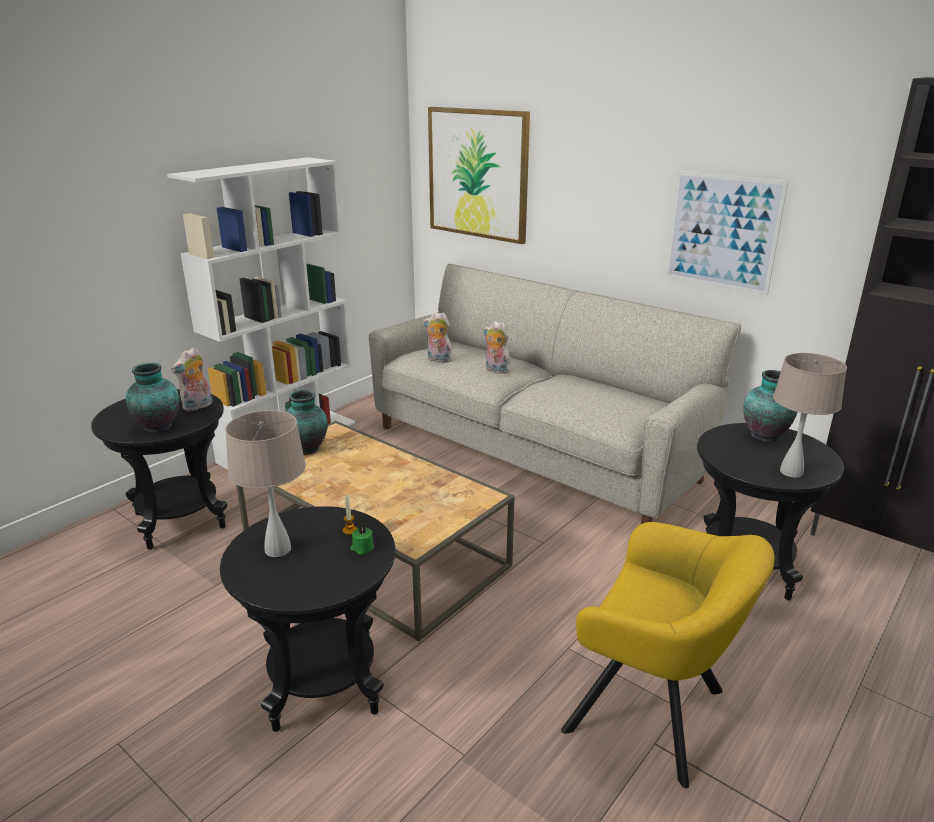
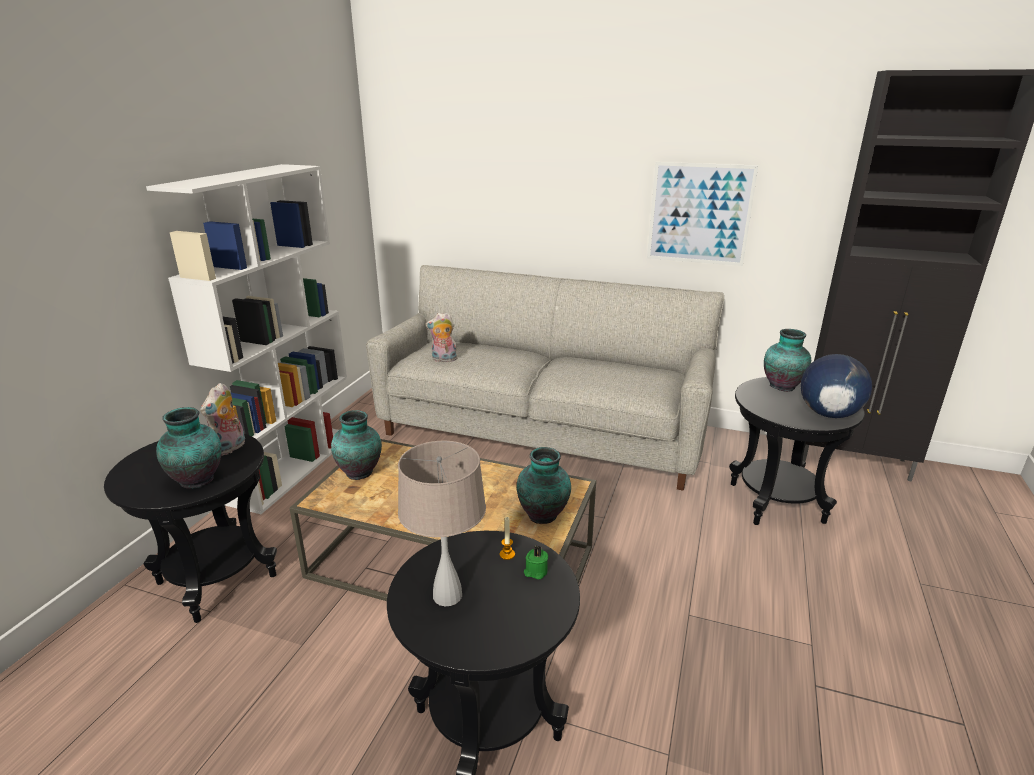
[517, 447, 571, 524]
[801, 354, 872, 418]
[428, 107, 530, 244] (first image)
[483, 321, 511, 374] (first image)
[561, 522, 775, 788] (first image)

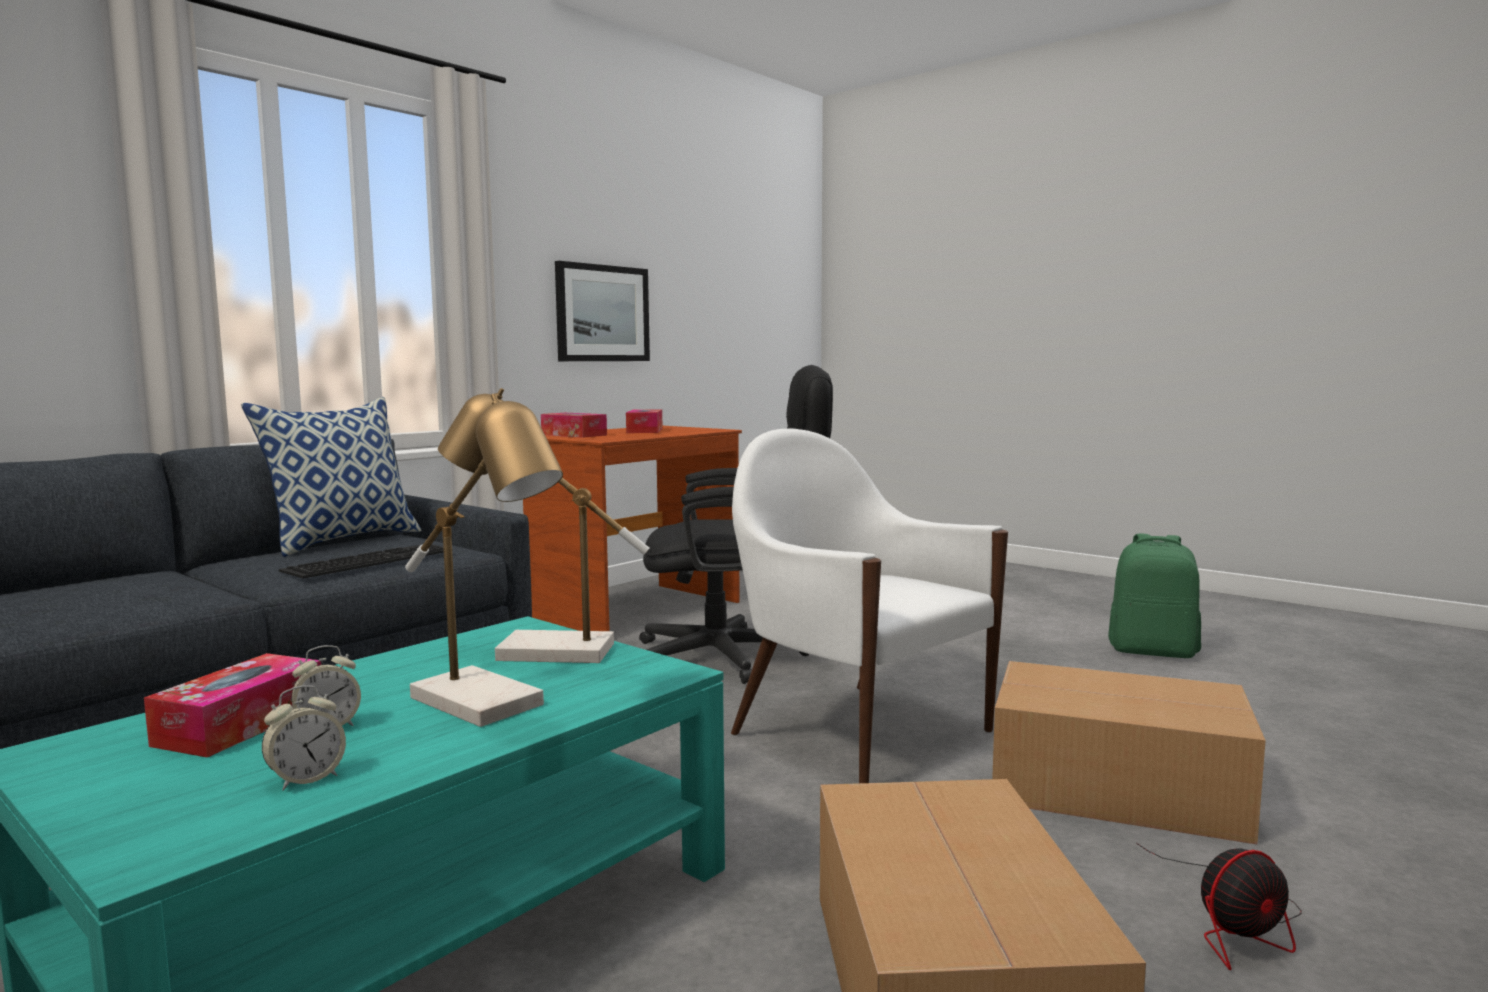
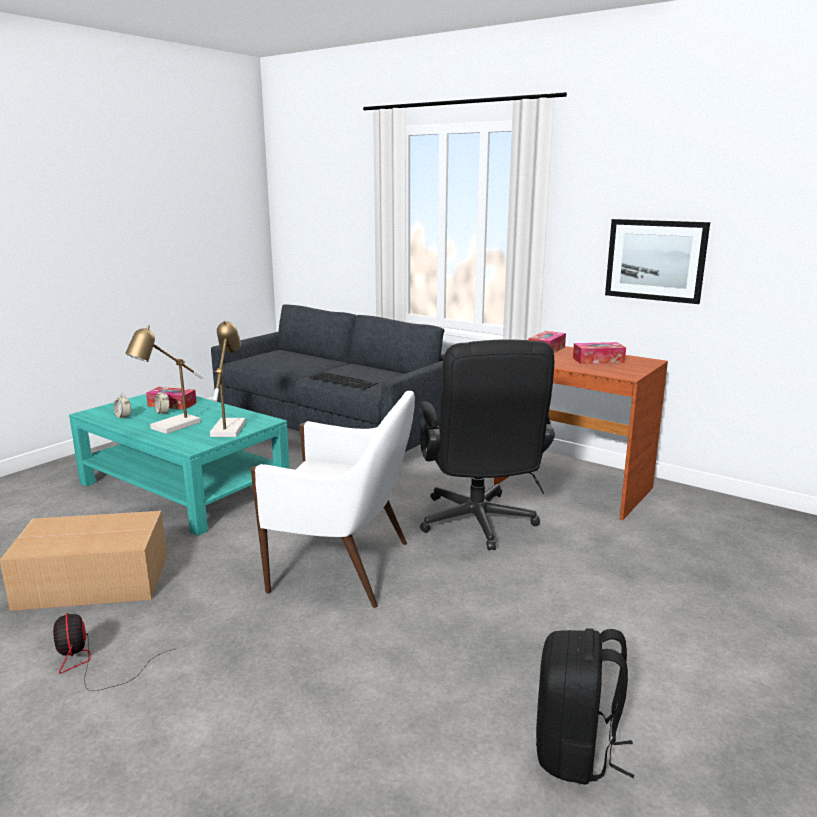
[251, 391, 415, 608]
[536, 628, 634, 785]
[241, 397, 421, 557] (first image)
[992, 661, 1266, 844] (first image)

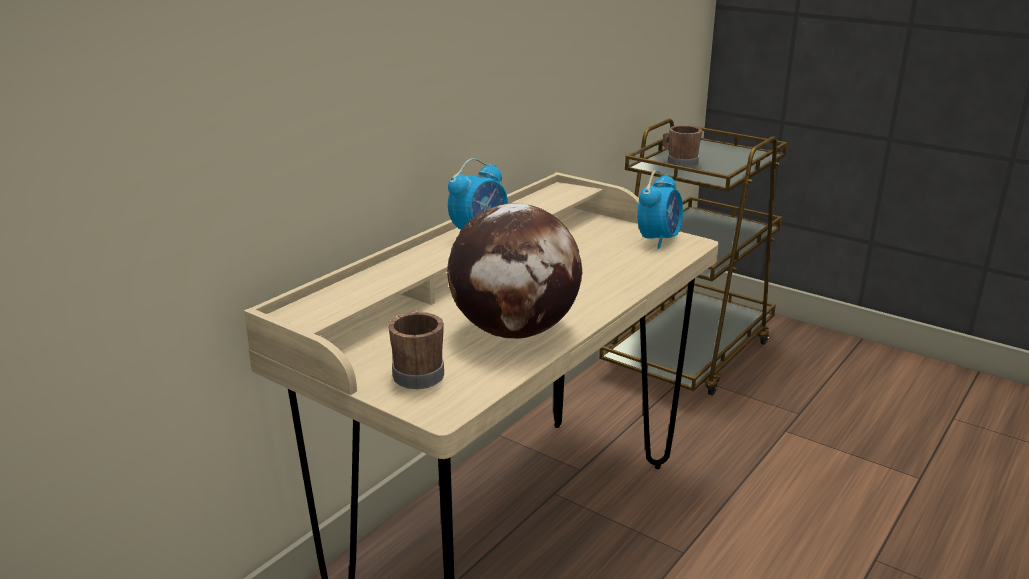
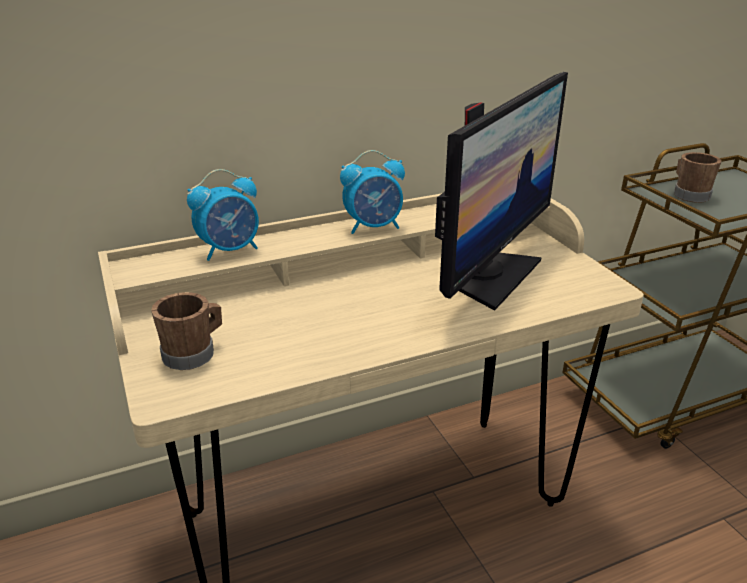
[187, 169, 259, 261]
[435, 72, 568, 311]
[447, 203, 582, 339] (first image)

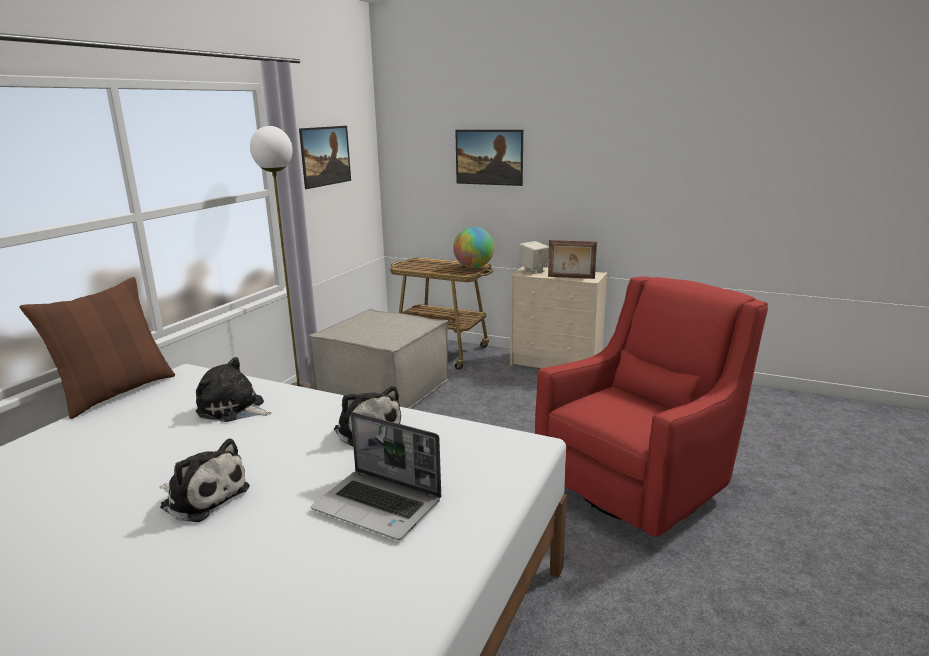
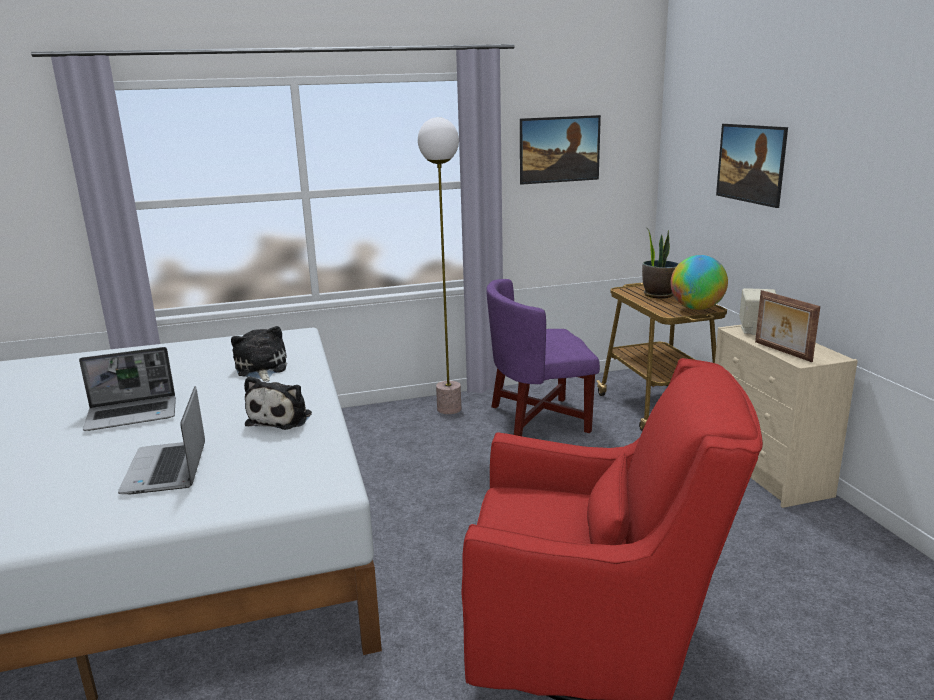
[79, 347, 176, 431]
[486, 279, 600, 436]
[642, 227, 678, 299]
[19, 277, 175, 419] (first image)

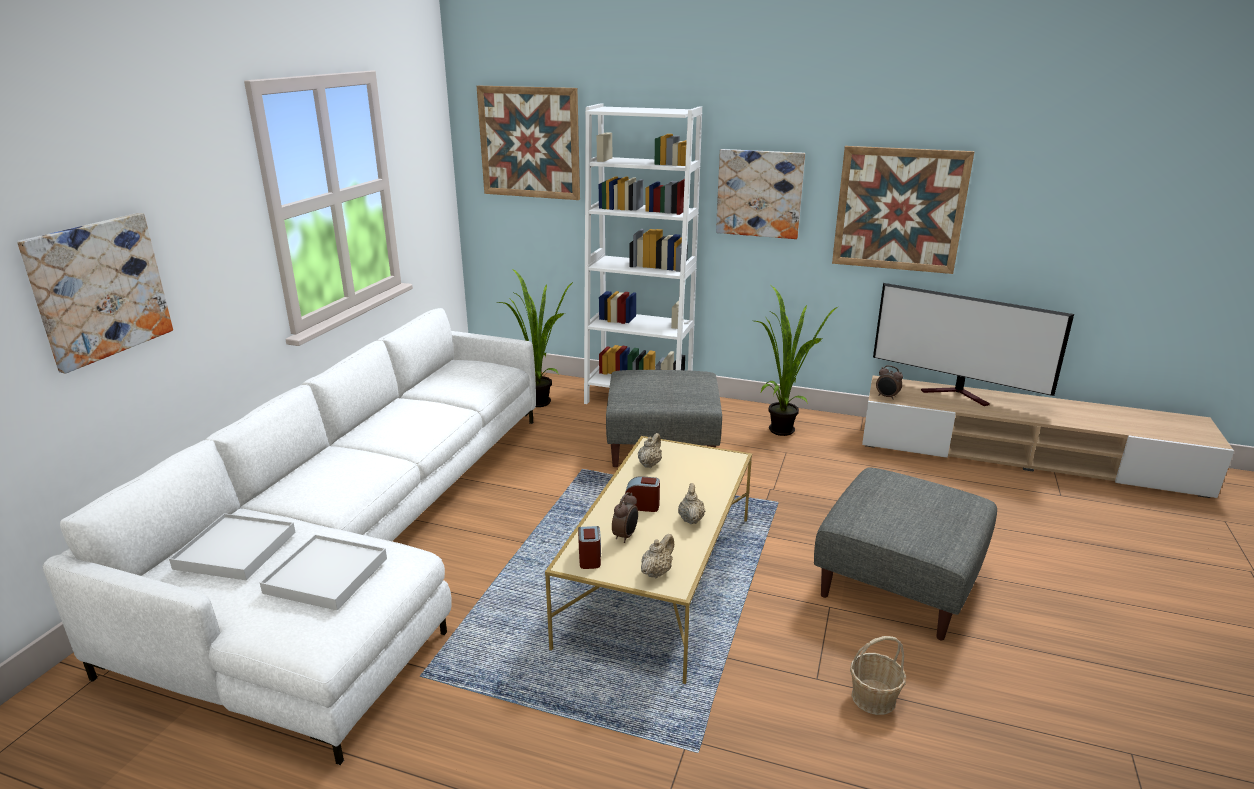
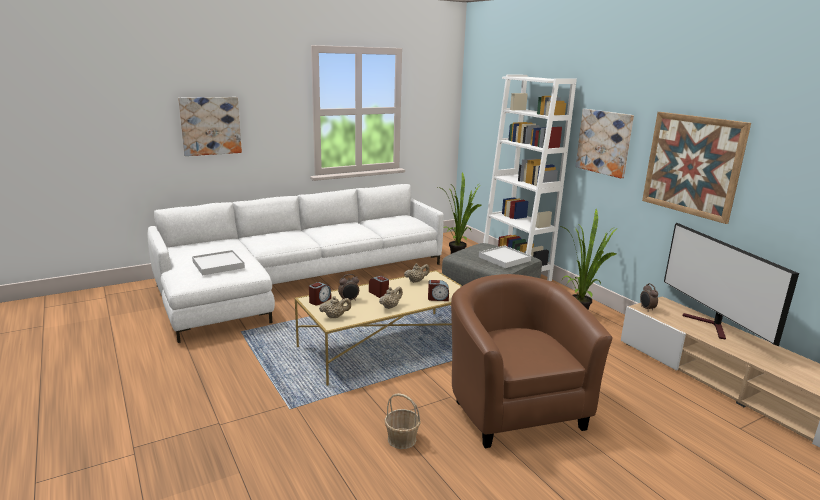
[428, 280, 449, 301]
[451, 274, 612, 448]
[479, 245, 531, 268]
[477, 86, 580, 200] (first image)

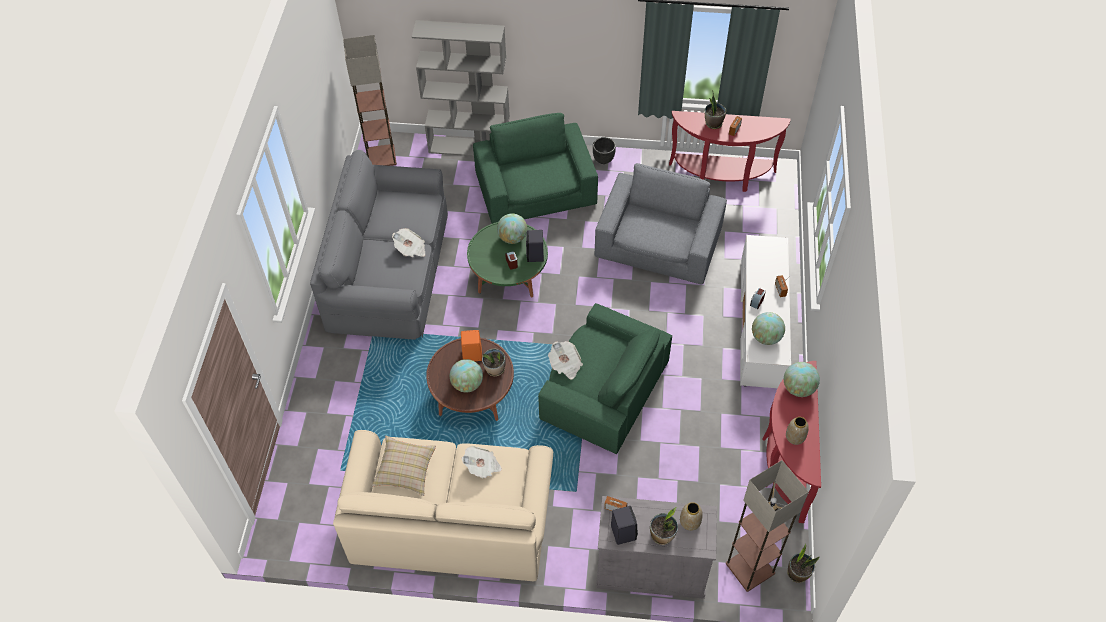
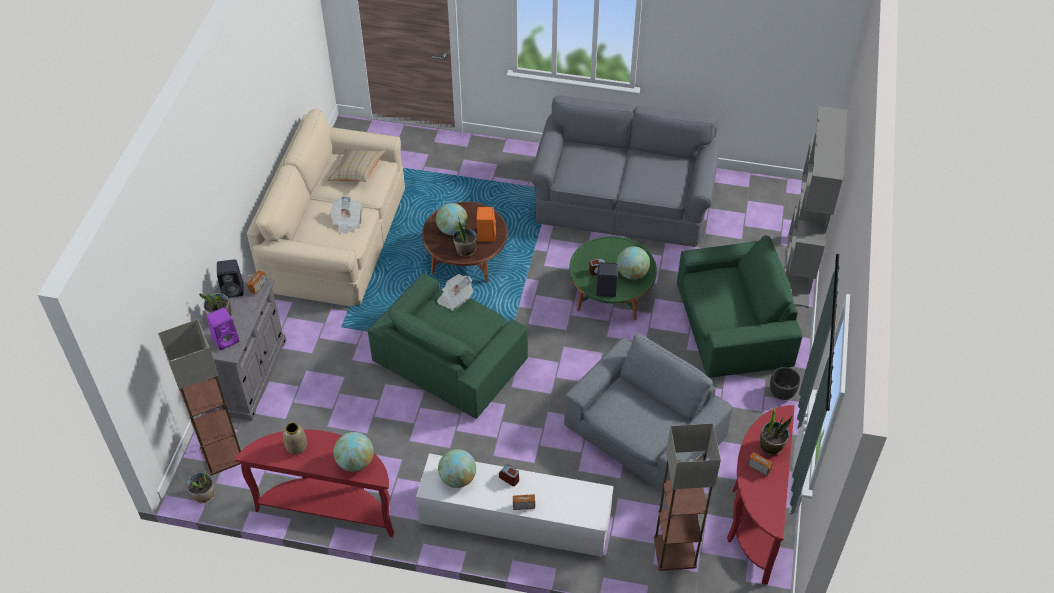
[206, 307, 240, 350]
[564, 333, 733, 493]
[654, 423, 721, 571]
[392, 228, 425, 257] (first image)

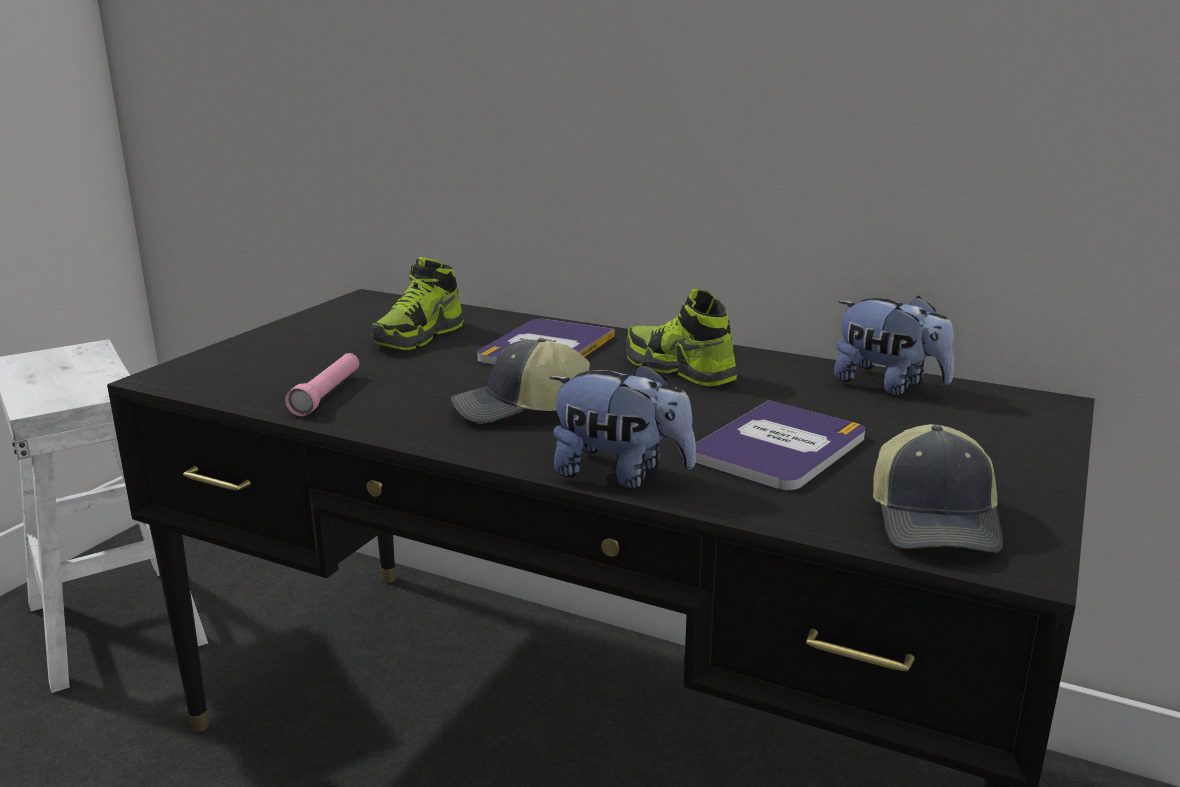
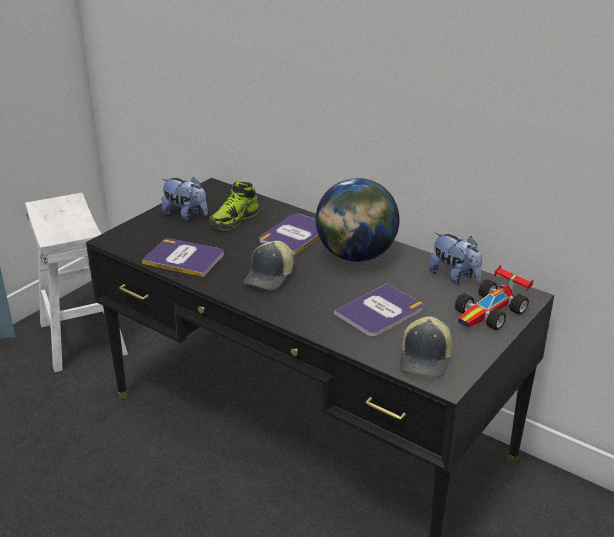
[142, 238, 224, 277]
[161, 176, 208, 221]
[243, 241, 294, 290]
[316, 178, 400, 262]
[455, 265, 533, 330]

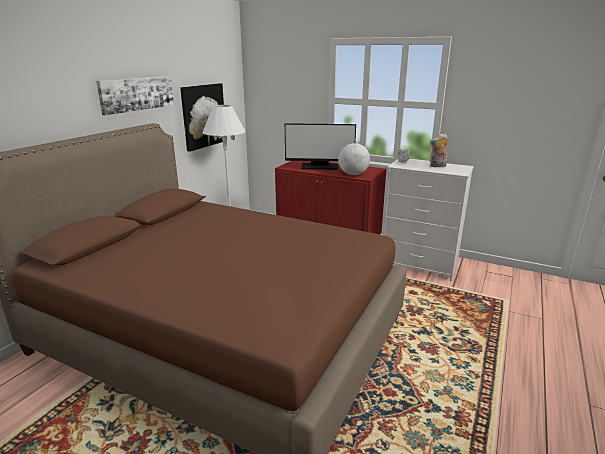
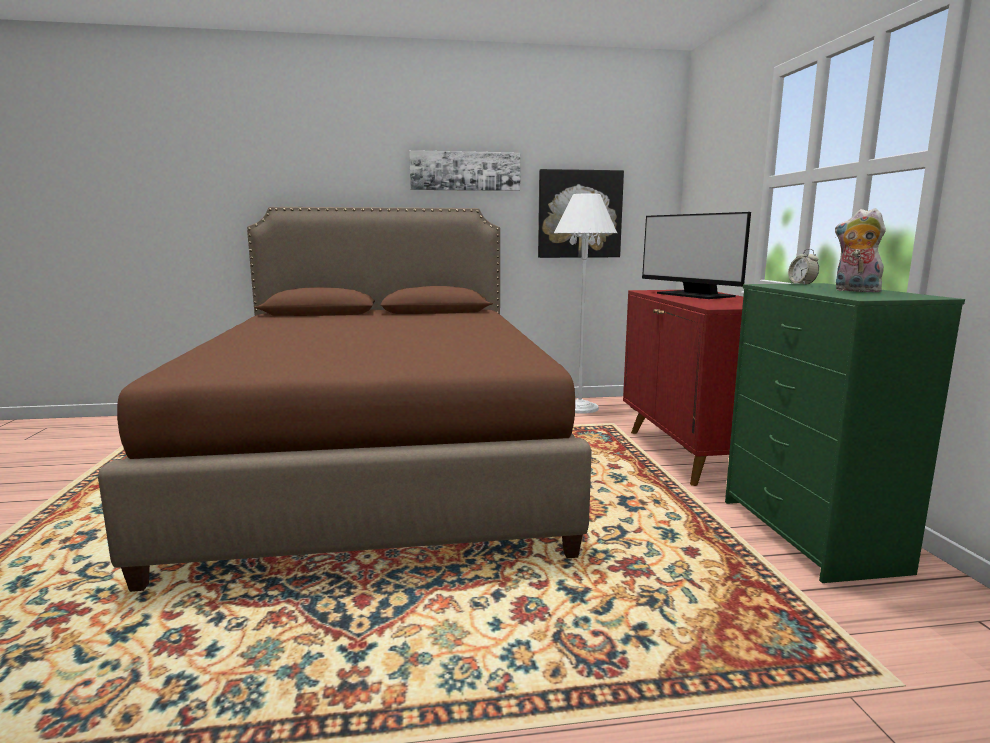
[725, 283, 965, 583]
[338, 143, 370, 175] (first image)

